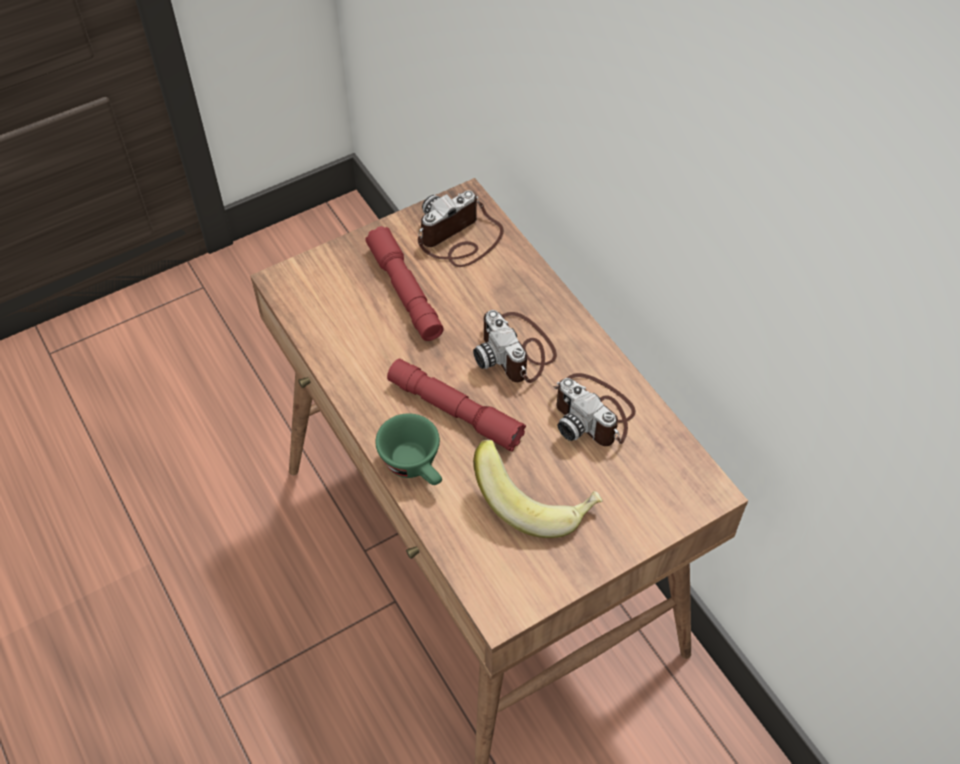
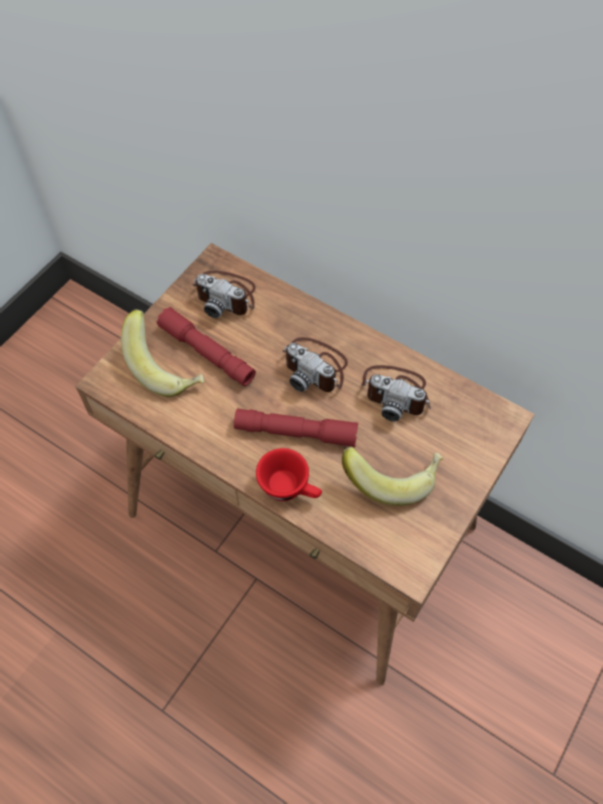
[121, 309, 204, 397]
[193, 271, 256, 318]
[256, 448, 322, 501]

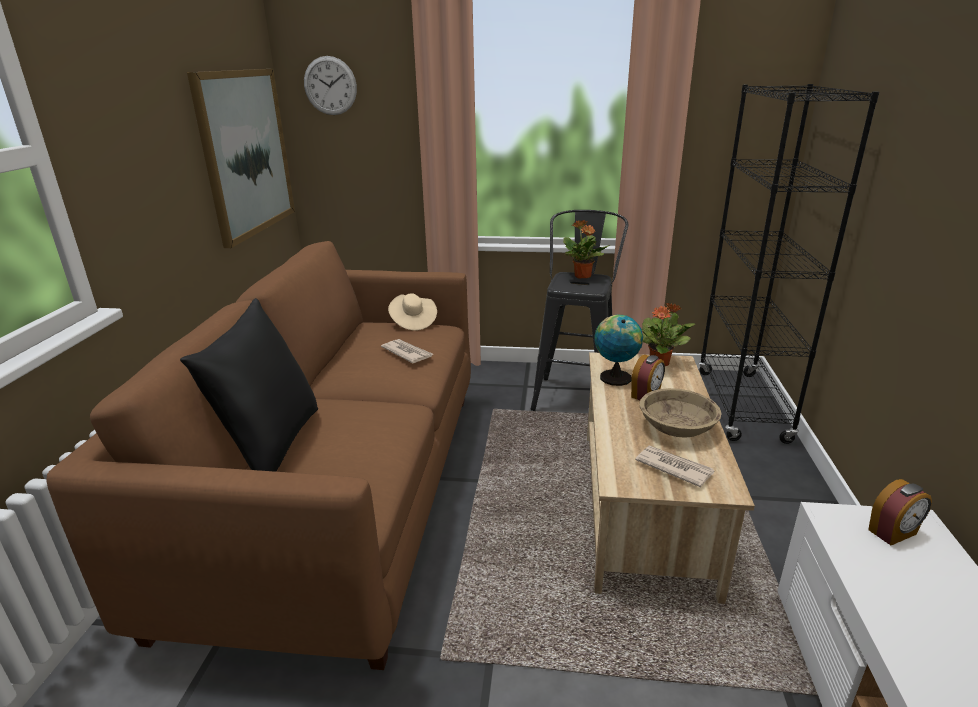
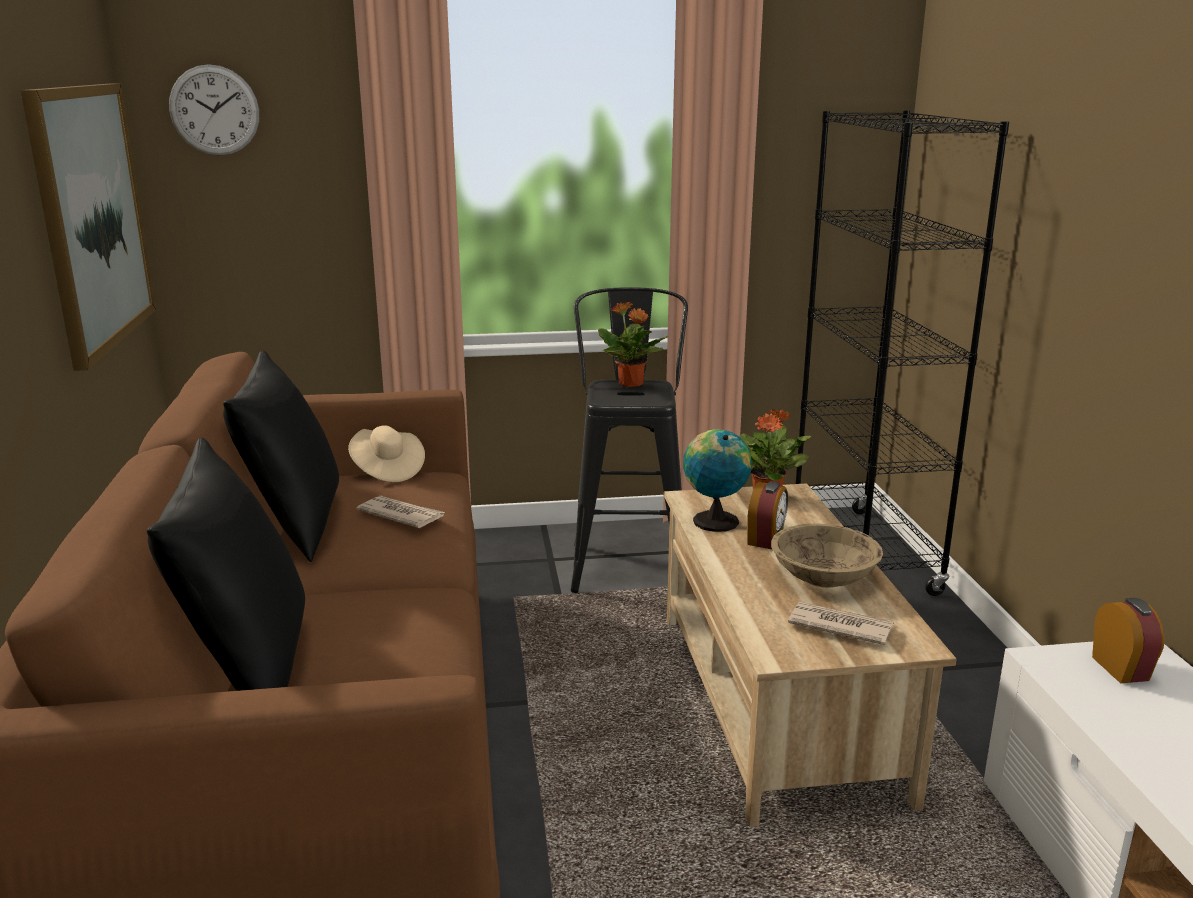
[223, 351, 339, 562]
[1092, 598, 1165, 683]

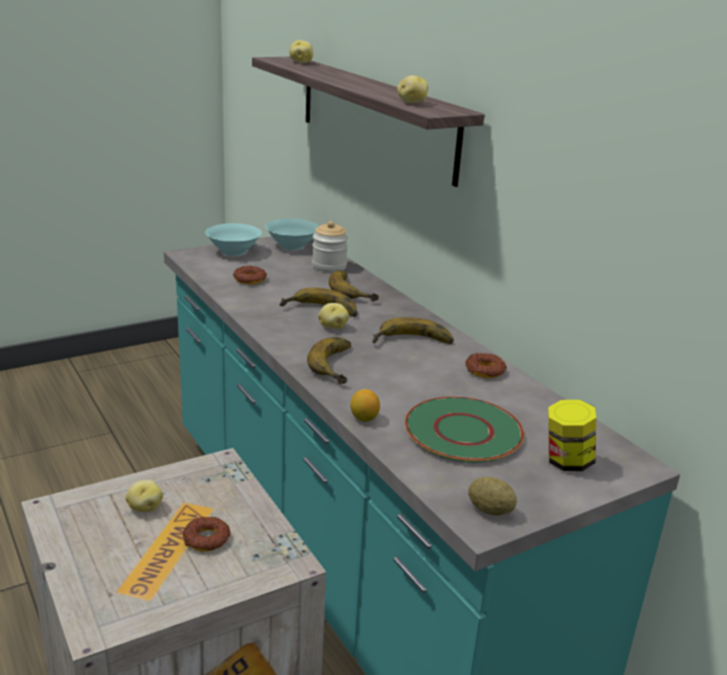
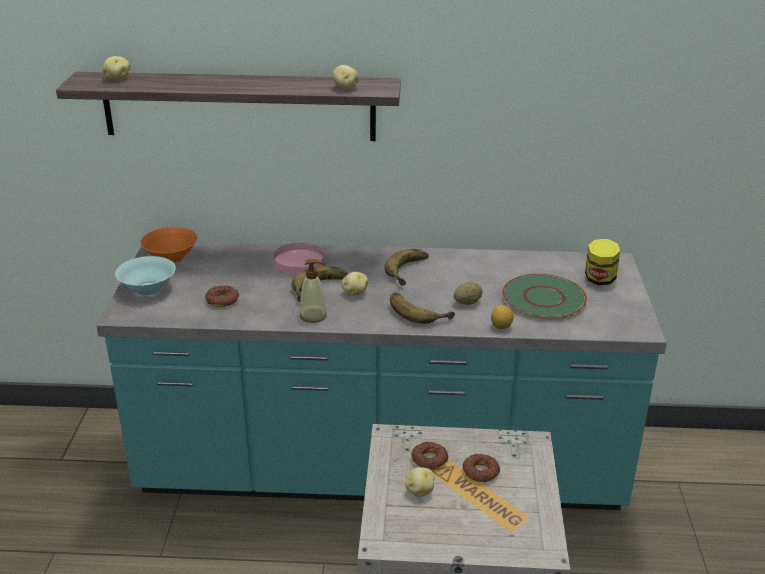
[141, 227, 197, 263]
[273, 243, 324, 274]
[300, 259, 327, 323]
[412, 442, 449, 470]
[454, 282, 483, 305]
[312, 221, 348, 272] (first image)

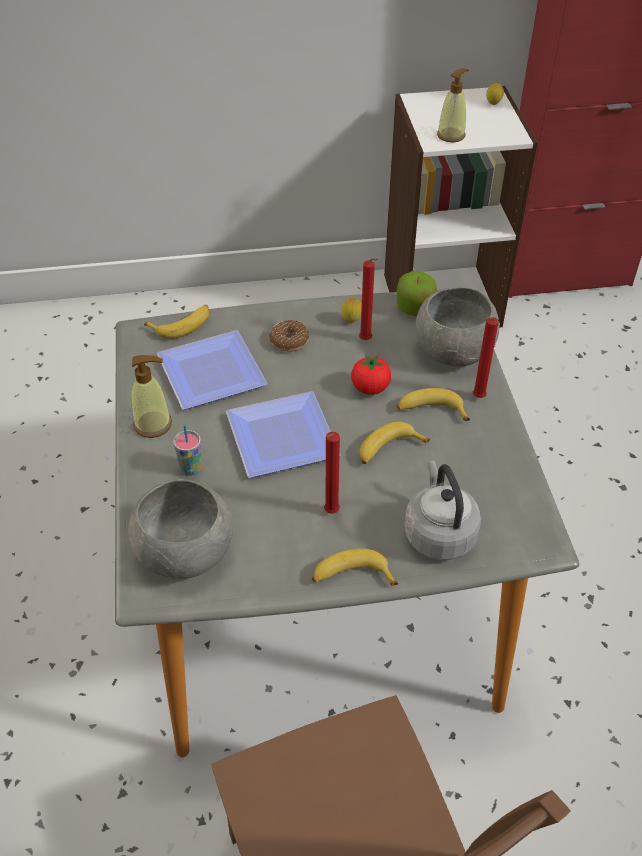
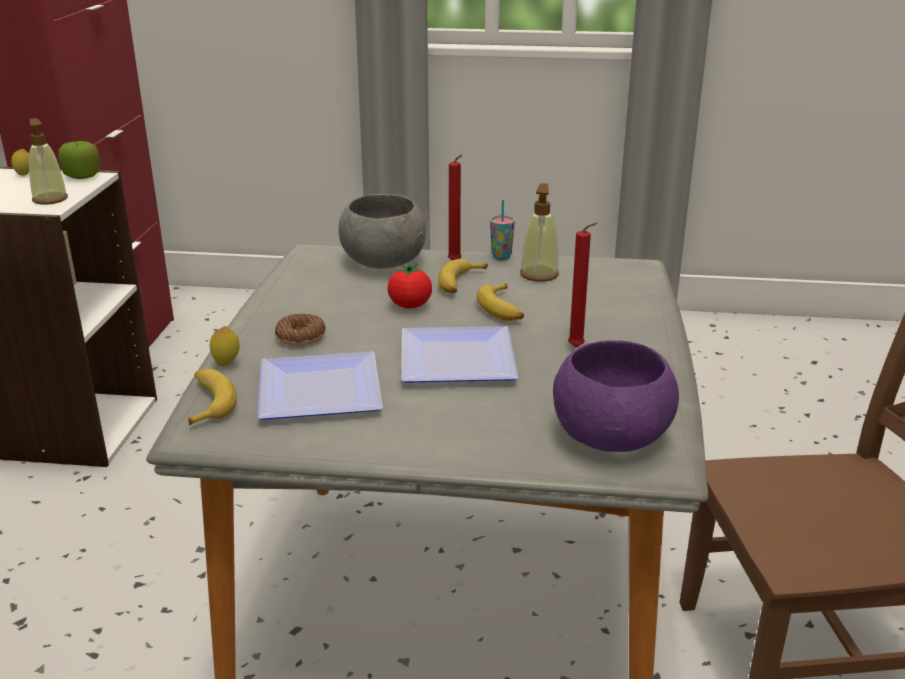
[58, 141, 100, 179]
[210, 326, 240, 366]
[490, 200, 515, 260]
[520, 183, 559, 282]
[553, 340, 679, 452]
[312, 548, 398, 586] (first image)
[359, 258, 378, 340] (first image)
[404, 460, 481, 560] (first image)

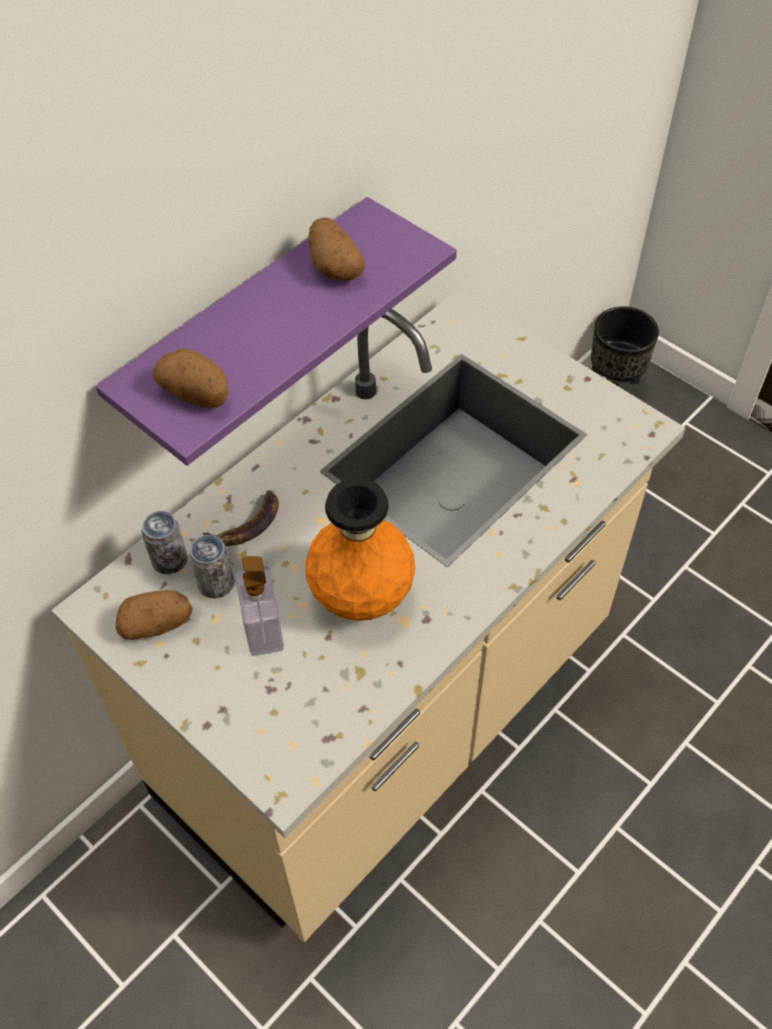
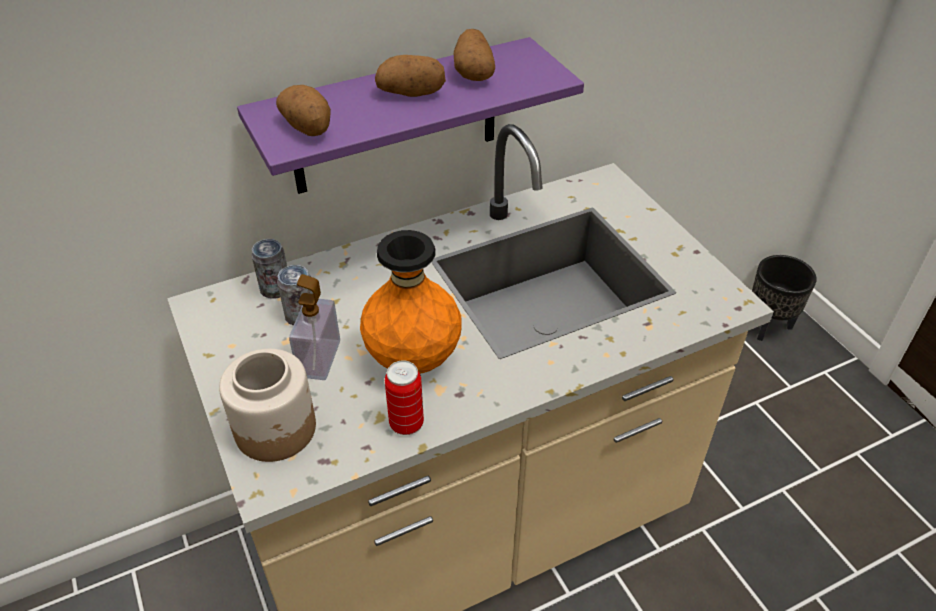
[219, 349, 316, 462]
[375, 55, 446, 97]
[385, 360, 424, 435]
[202, 490, 279, 546] (first image)

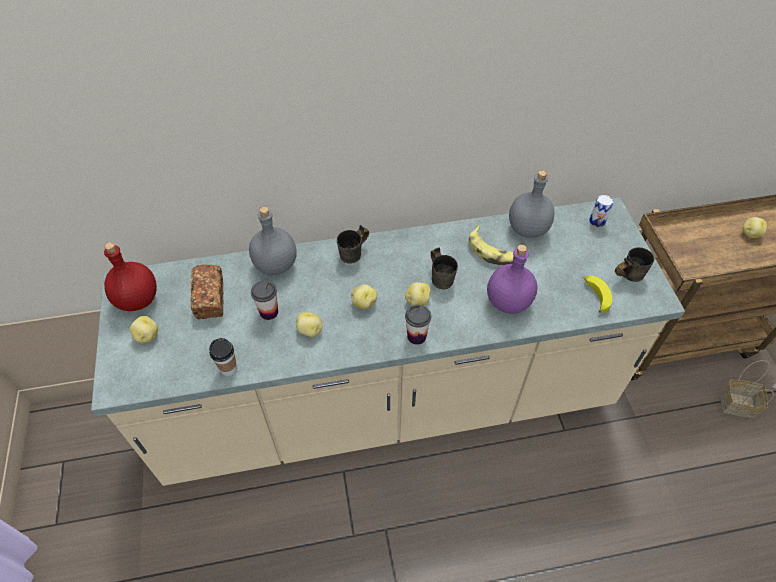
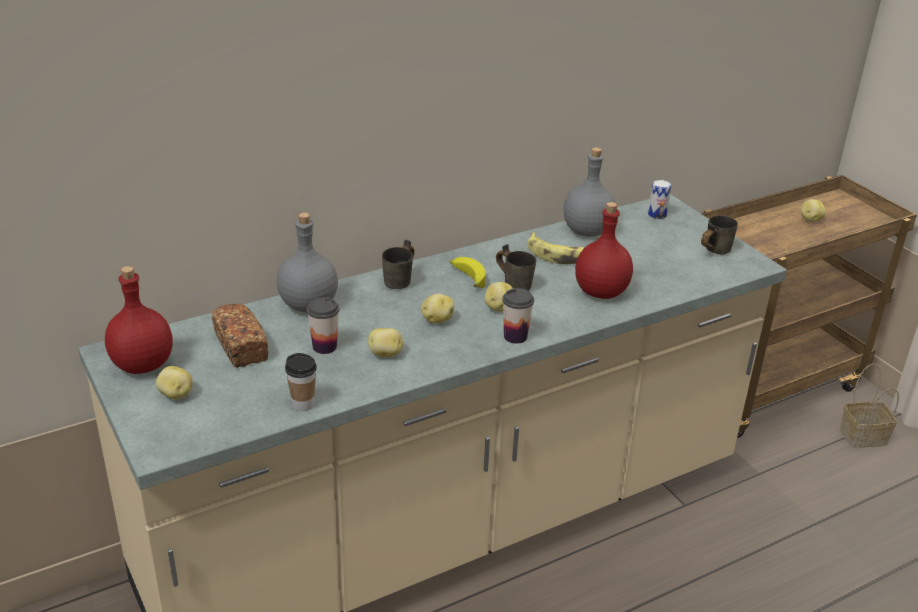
[450, 257, 486, 288]
[575, 202, 633, 299]

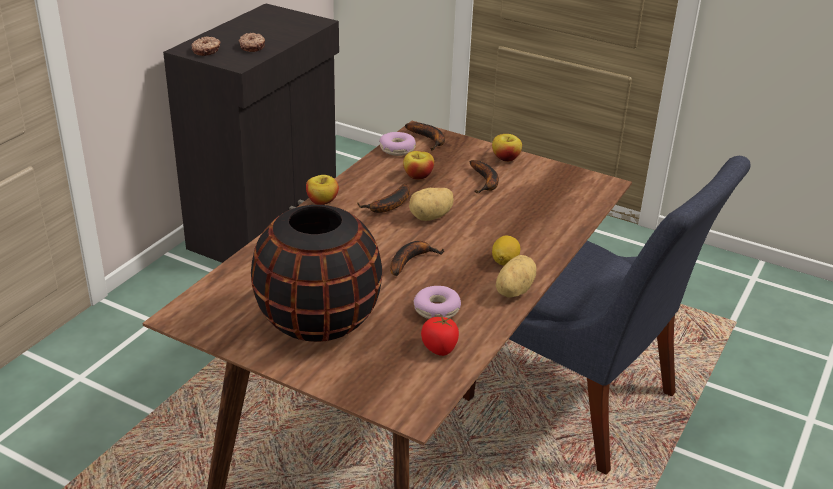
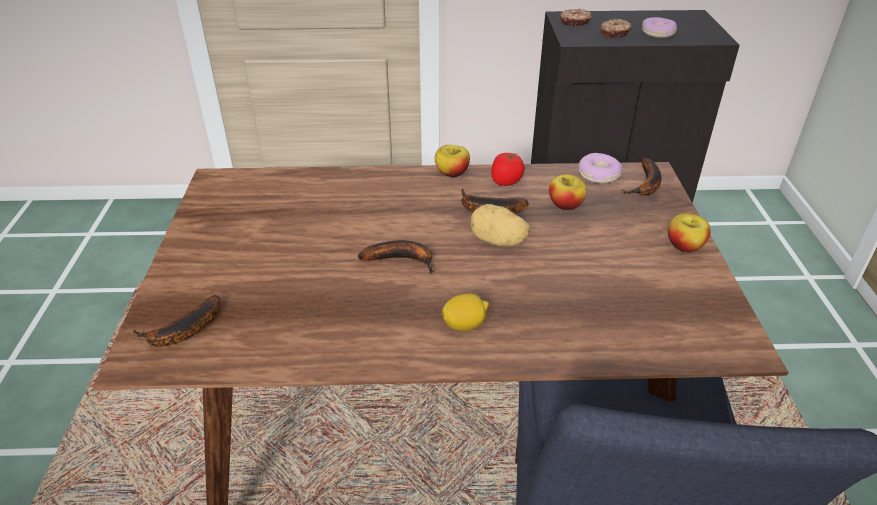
[132, 295, 221, 347]
[491, 153, 525, 186]
[642, 17, 677, 38]
[251, 205, 382, 342] (first image)
[496, 255, 537, 298] (first image)

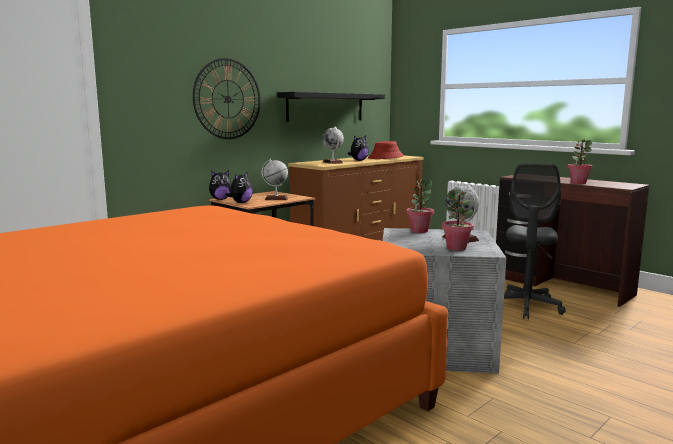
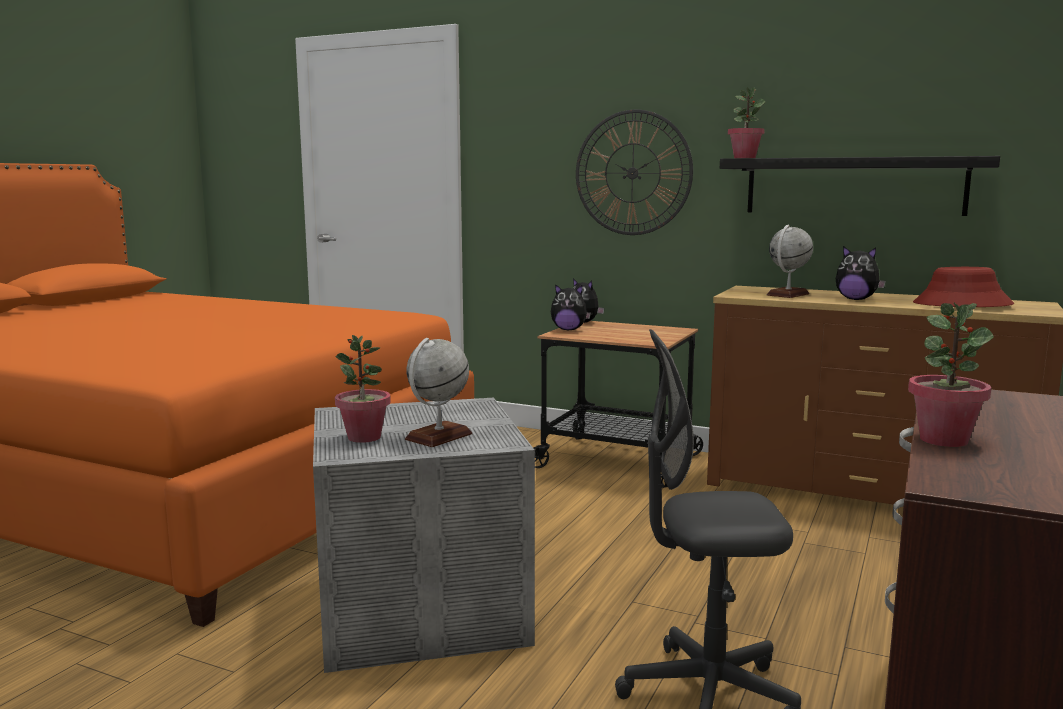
[728, 87, 765, 158]
[261, 159, 288, 200] (first image)

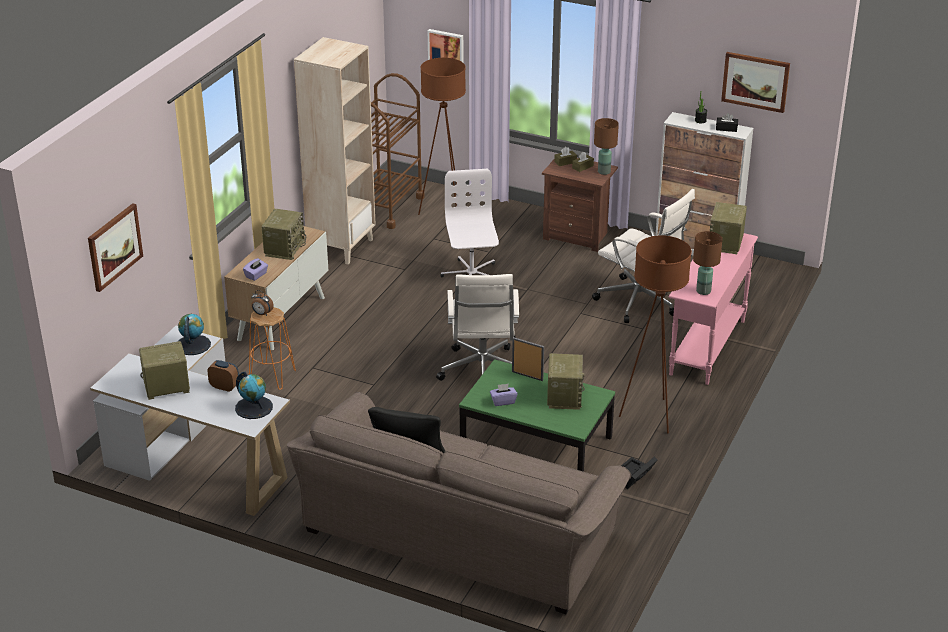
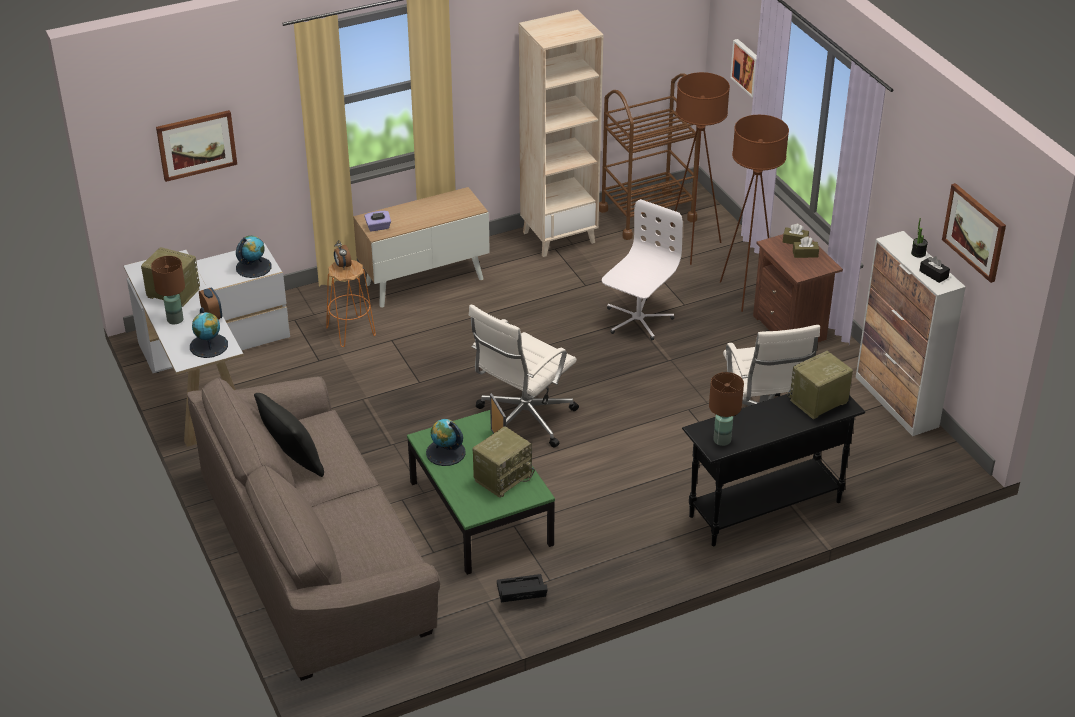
[151, 256, 185, 324]
[426, 419, 466, 466]
[682, 393, 865, 546]
[720, 115, 789, 312]
[261, 209, 306, 260] (first image)

